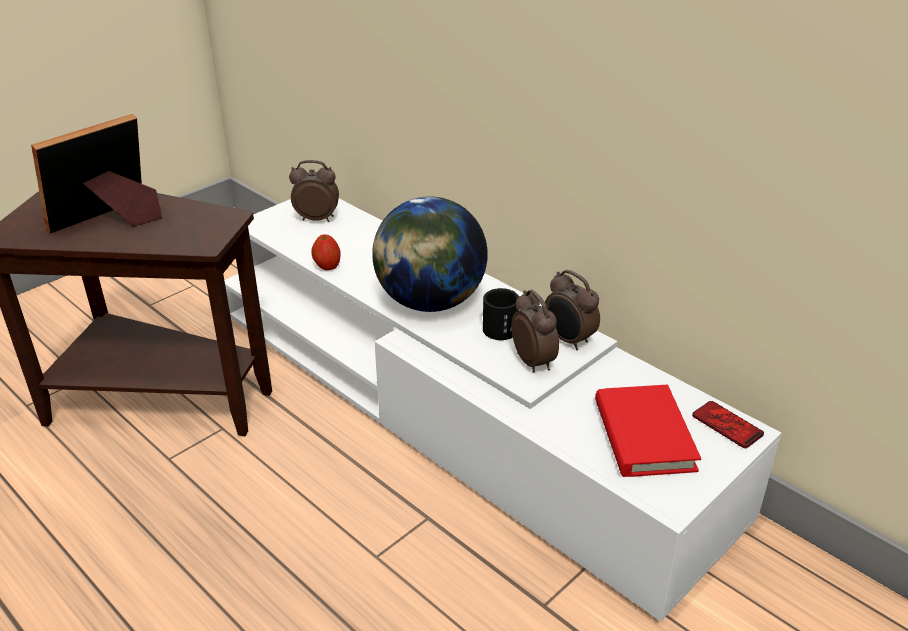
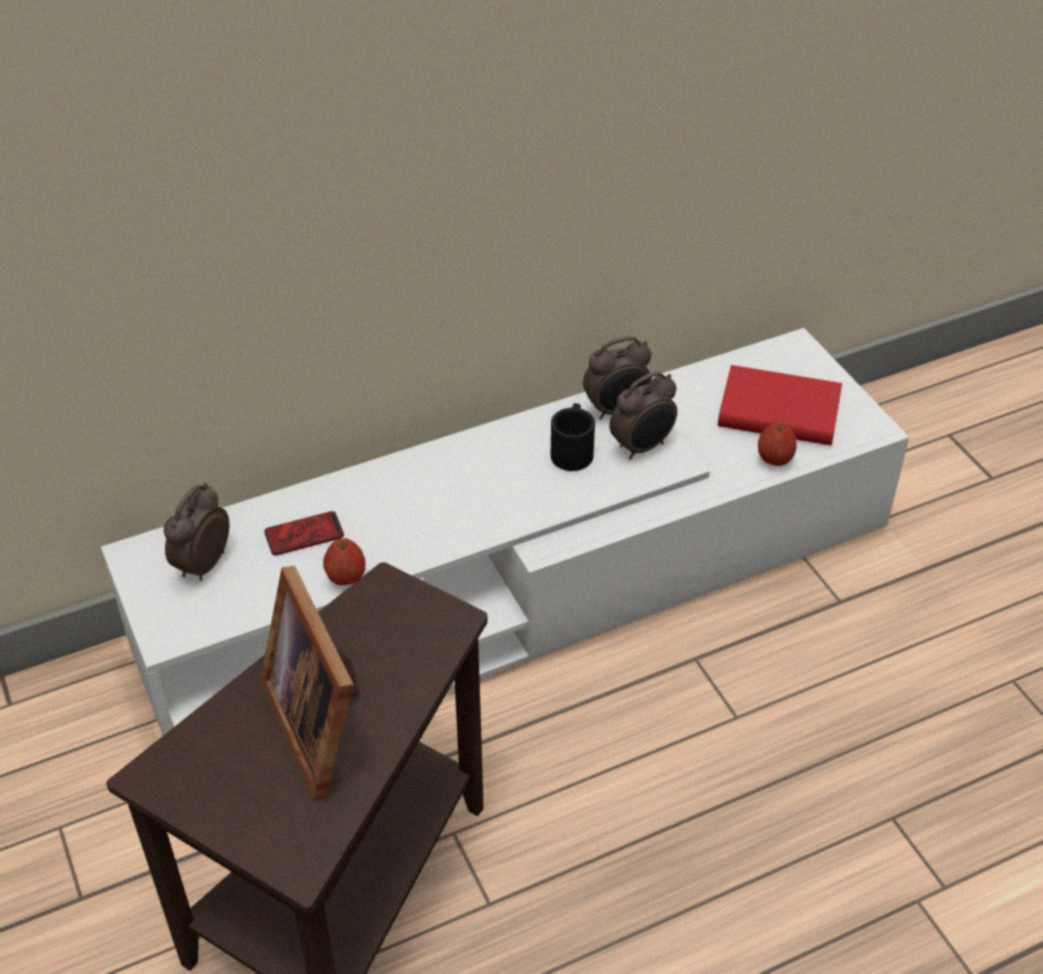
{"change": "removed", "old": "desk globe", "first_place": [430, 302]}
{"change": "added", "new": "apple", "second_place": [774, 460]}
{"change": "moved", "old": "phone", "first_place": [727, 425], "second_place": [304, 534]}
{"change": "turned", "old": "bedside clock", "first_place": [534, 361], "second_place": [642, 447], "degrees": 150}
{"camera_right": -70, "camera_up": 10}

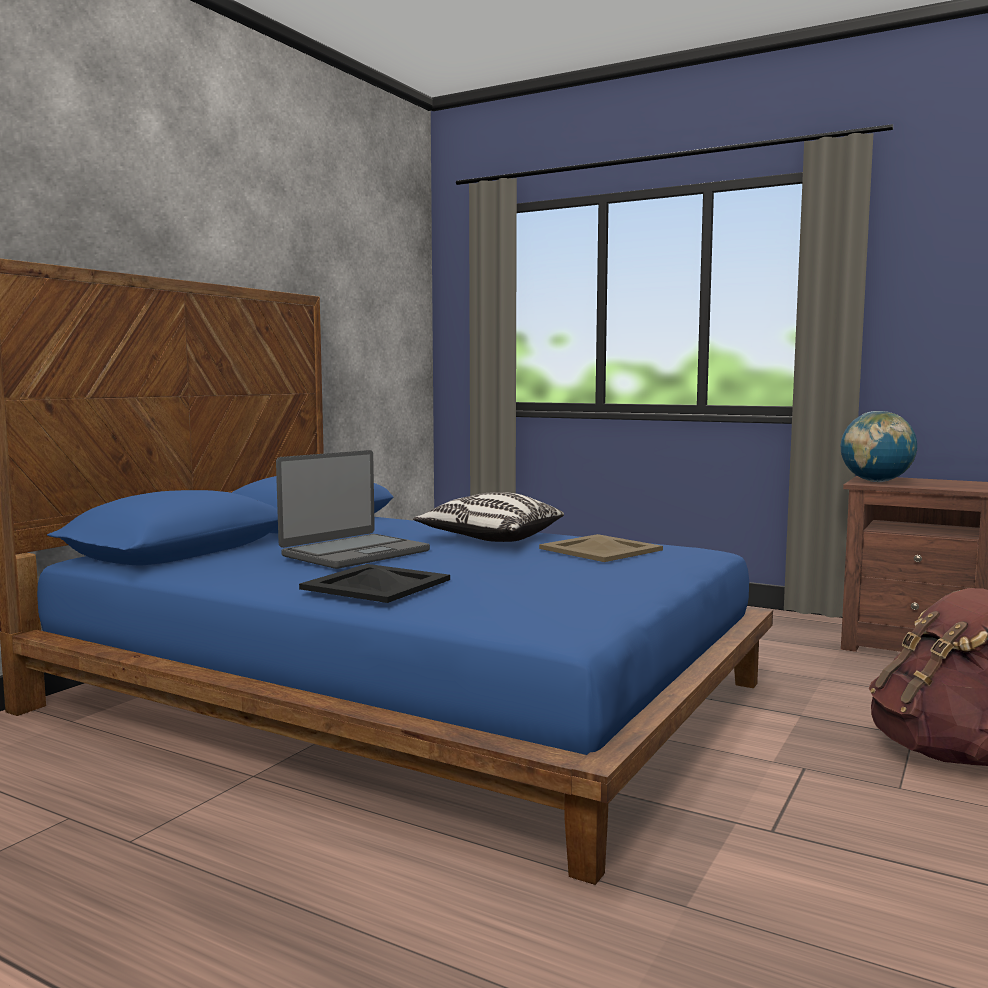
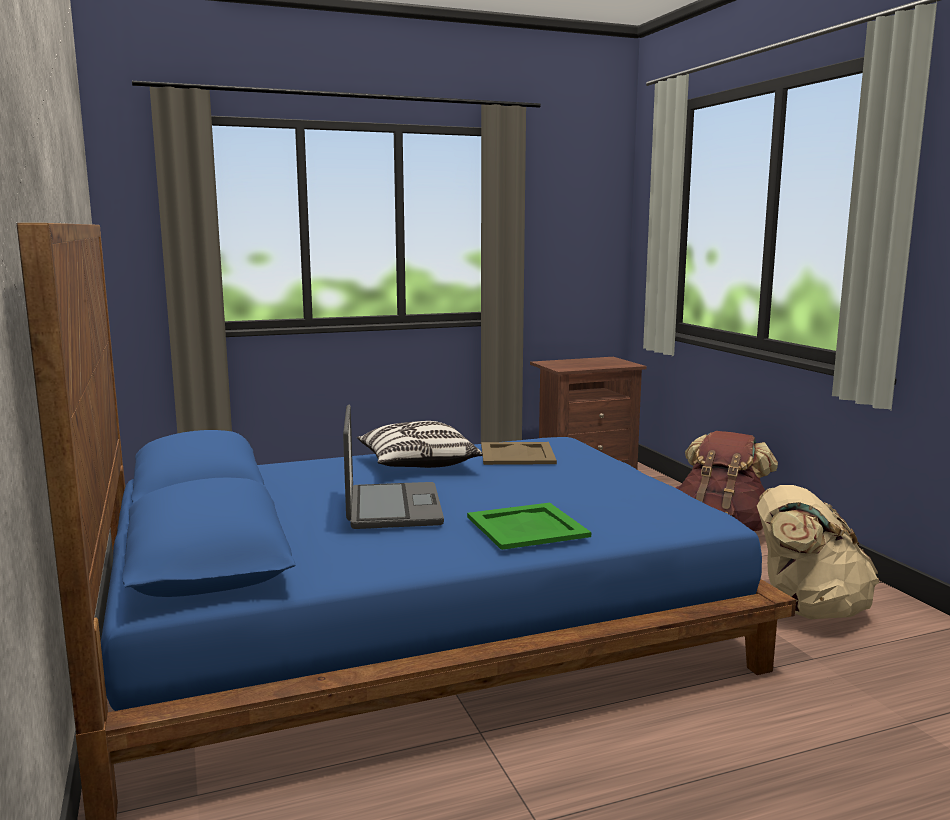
{"change": "removed", "old": "desk globe", "first_place": [876, 481]}
{"change": "added", "new": "rucksack in beige-coloured", "second_place": [807, 608]}
{"change": "recoloured", "old": "carrying tray in blackish", "new": "carrying tray in greenish", "first_place": [376, 584], "second_place": [526, 526]}
{"camera_right": -50, "camera_up": 5}

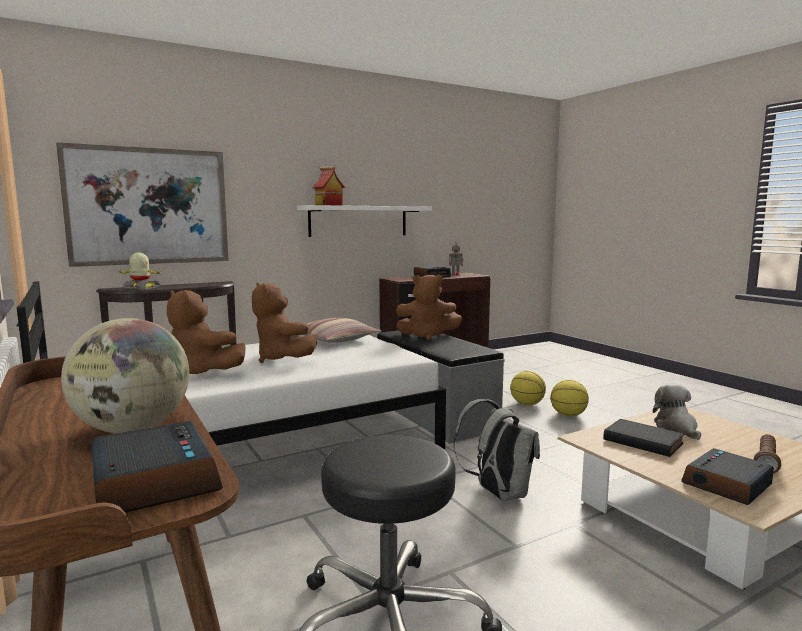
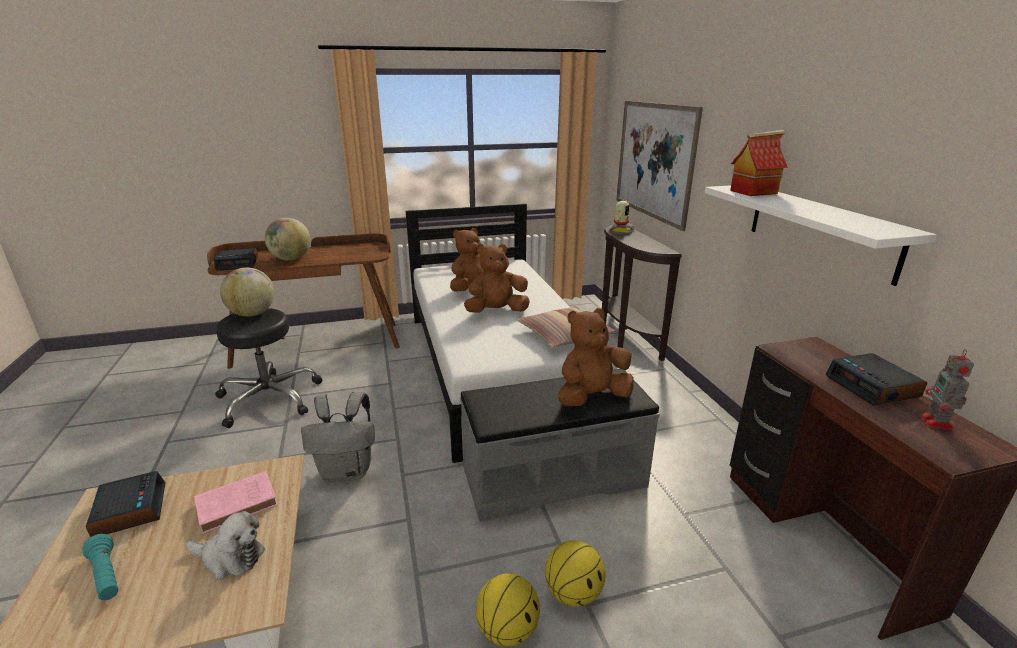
{"change": "added", "new": "desk globe", "second_place": [252, 314]}
{"change": "recoloured", "old": "book in blackish", "new": "book in pink", "first_place": [640, 441], "second_place": [239, 503]}
{"change": "recoloured", "old": "flashlight in brown-coloured", "new": "flashlight in blue-green", "first_place": [766, 462], "second_place": [106, 576]}
{"change": "turned", "old": "cuddly toy in brown-coloured", "first_place": [427, 336], "second_place": [592, 397], "degrees": 45}
{"camera_right": 105, "camera_up": 15}

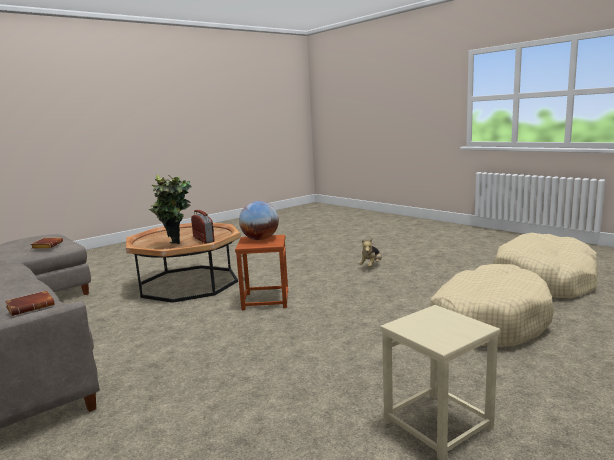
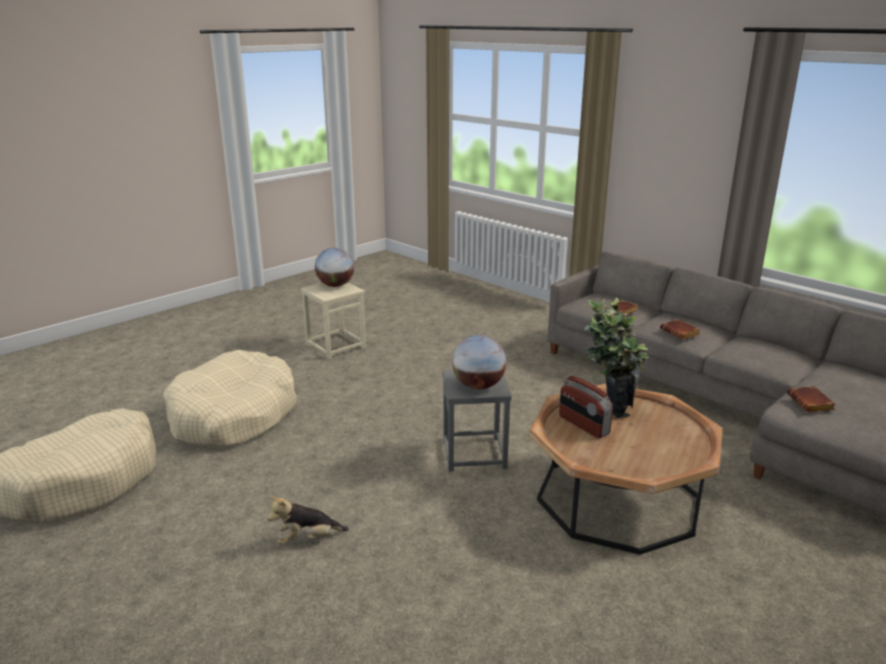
{"change": "added", "new": "desk globe", "second_place": [335, 285]}
{"change": "added", "new": "book in brown-coloured", "second_place": [681, 332]}
{"change": "recoloured", "old": "sitting stool in brown-coloured", "new": "sitting stool in gray", "first_place": [265, 300], "second_place": [475, 454]}
{"change": "turned", "old": "cuddly toy", "first_place": [371, 266], "second_place": [308, 539], "degrees": -135}
{"camera_right": 175, "camera_up": 10}

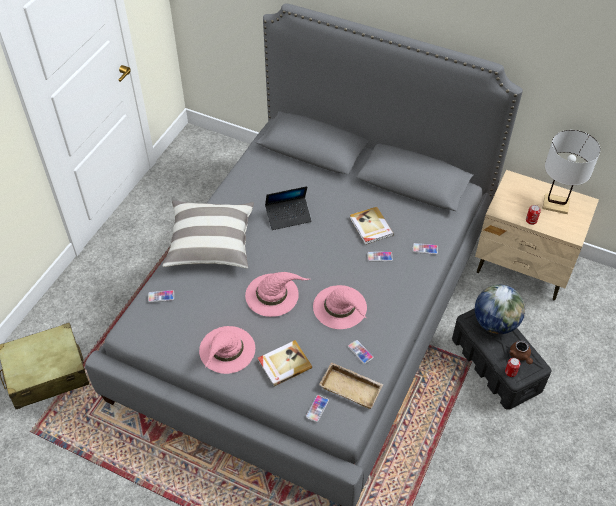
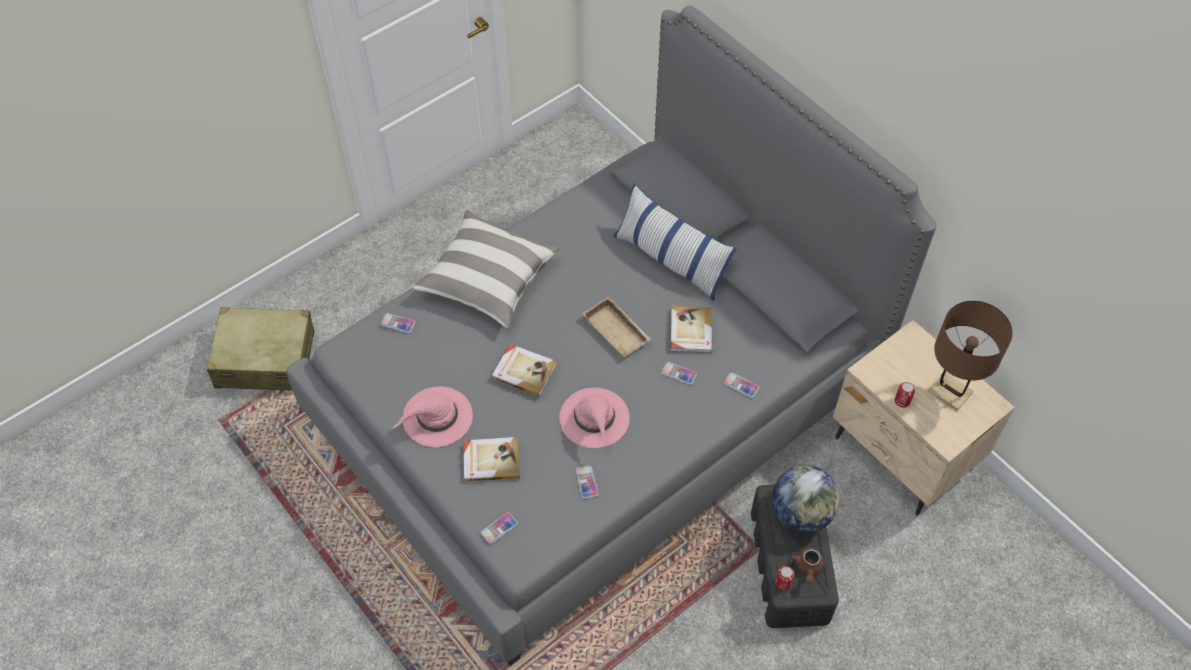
{"change": "removed", "old": "notebook computer", "first_place": [288, 216]}
{"change": "added", "new": "throw pillow", "second_place": [671, 259]}
{"change": "moved", "old": "carrying tray in beige-coloured", "first_place": [352, 387], "second_place": [618, 331]}
{"change": "replaced", "old": "hat in pink", "new": "book", "first_place": [273, 294], "second_place": [524, 371]}
{"change": "recoloured", "old": "lamp for a table in white", "new": "lamp for a table in brown-coloured", "first_place": [555, 204], "second_place": [949, 392]}
{"camera_right": 25, "camera_up": 5}

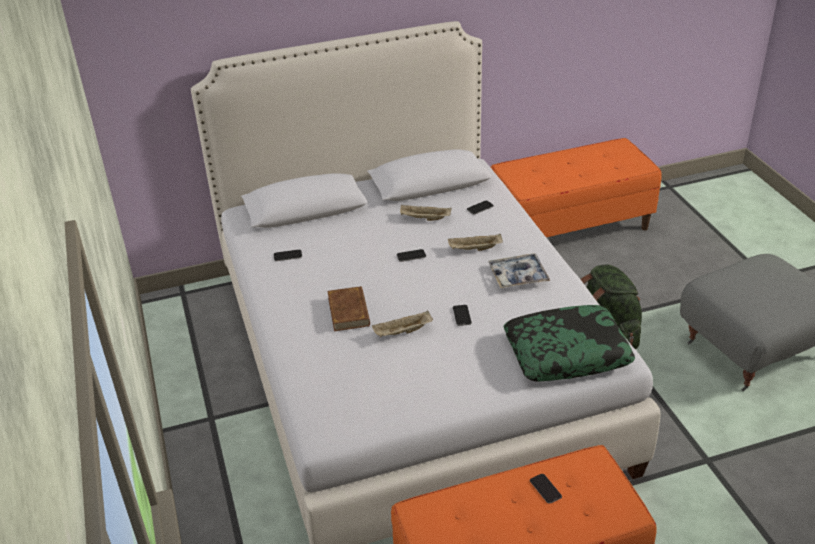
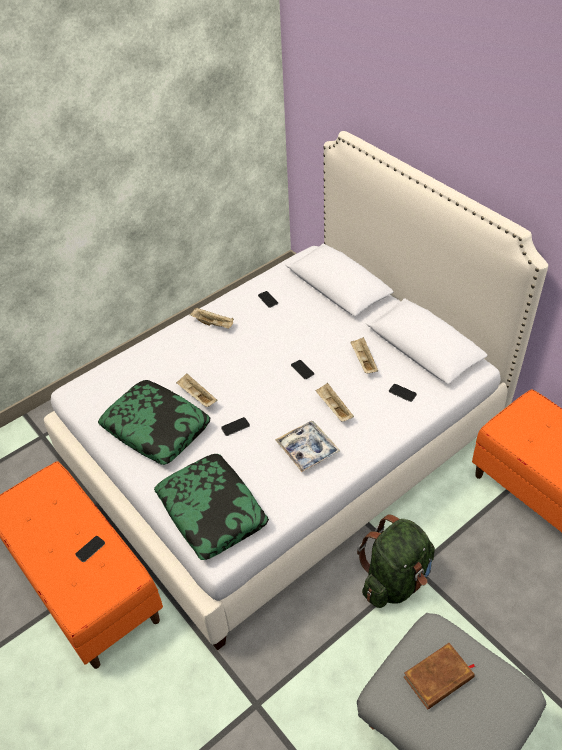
{"change": "added", "new": "throw pillow", "second_place": [156, 428]}
{"change": "added", "new": "carrying tray in beige-coloured", "second_place": [213, 324]}
{"change": "moved", "old": "book in brown-coloured", "first_place": [349, 311], "second_place": [439, 678]}
{"camera_right": 70, "camera_up": 10}

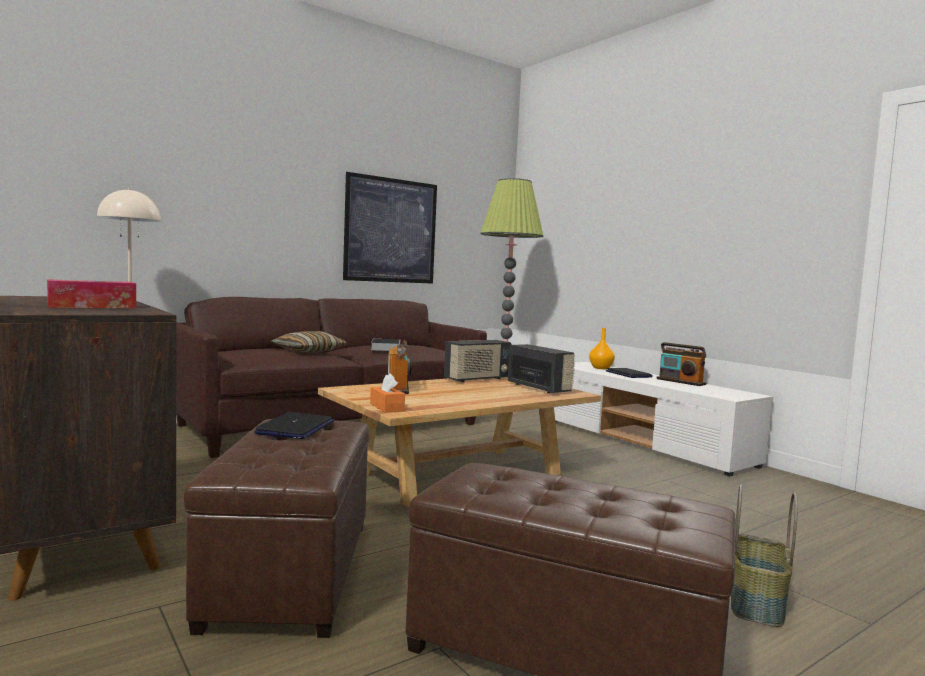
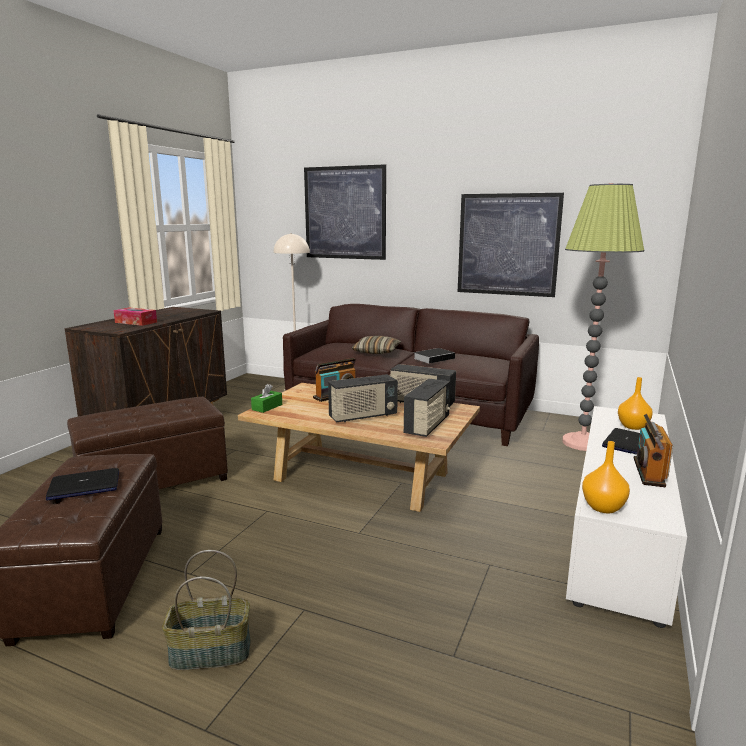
{"change": "added", "new": "wall picture", "second_place": [345, 213]}
{"change": "added", "new": "radio receiver", "second_place": [363, 416]}
{"change": "added", "new": "flower vase in orange-coloured", "second_place": [602, 507]}
{"change": "moved", "old": "notebook computer", "first_place": [295, 428], "second_place": [84, 486]}
{"change": "recoloured", "old": "box of tissues in orange-coloured", "new": "box of tissues in greenish", "first_place": [386, 407], "second_place": [267, 407]}
{"camera_right": 60, "camera_up": 10}

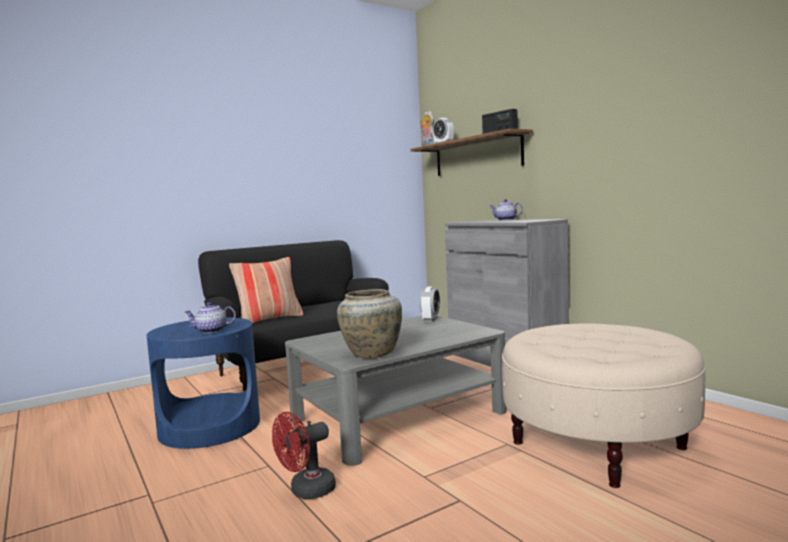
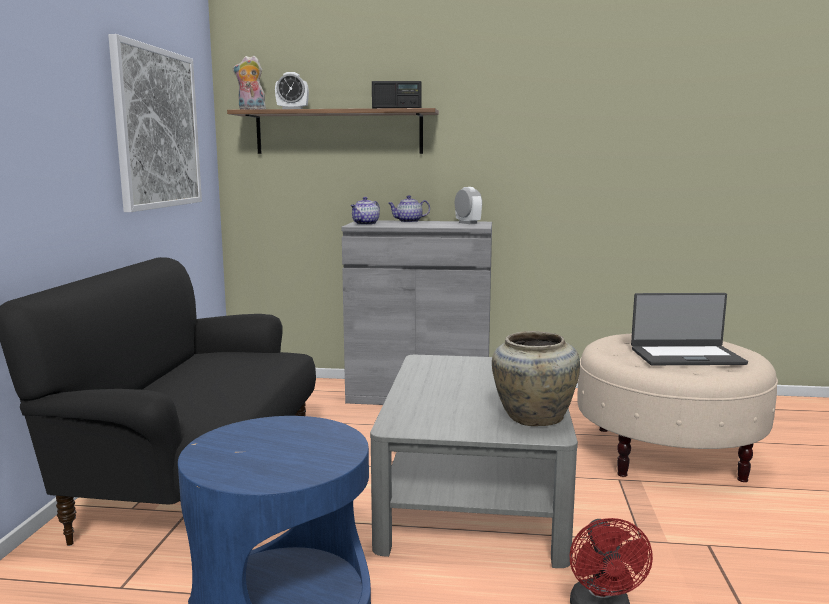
{"change": "removed", "old": "throw pillow", "first_place": [269, 319]}
{"change": "added", "new": "wall picture", "second_place": [157, 128]}
{"change": "added", "new": "notebook computer", "second_place": [686, 356]}
{"change": "moved", "old": "teapot", "first_place": [211, 331], "second_place": [365, 224]}
{"change": "moved", "old": "bedside clock", "first_place": [430, 319], "second_place": [467, 223]}
{"camera_right": -50, "camera_up": 5}

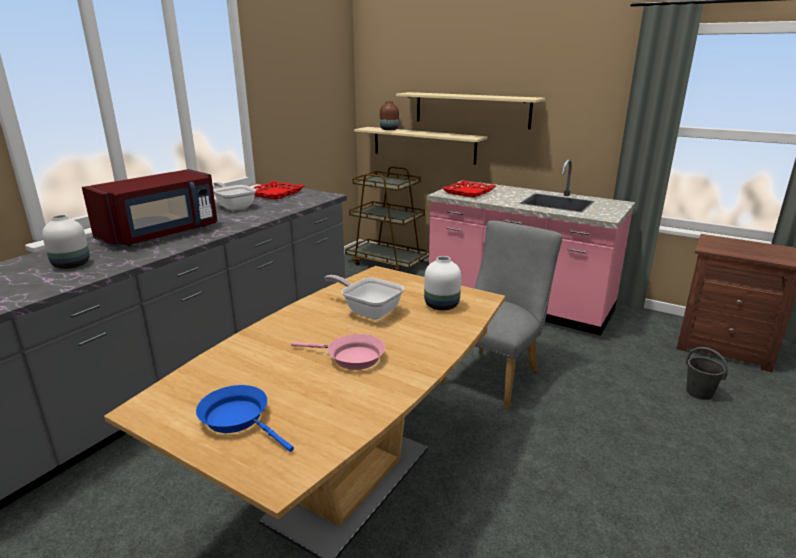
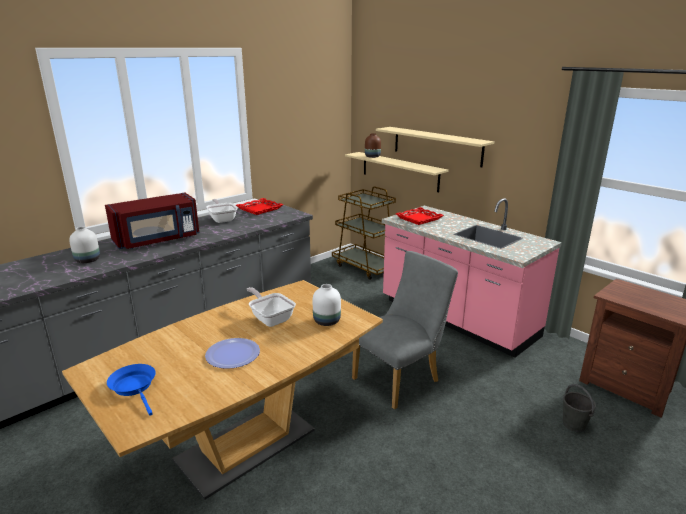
{"change": "replaced", "old": "frying pan in pink", "new": "plate", "first_place": [351, 357], "second_place": [233, 354]}
{"camera_right": 15, "camera_up": 0}

